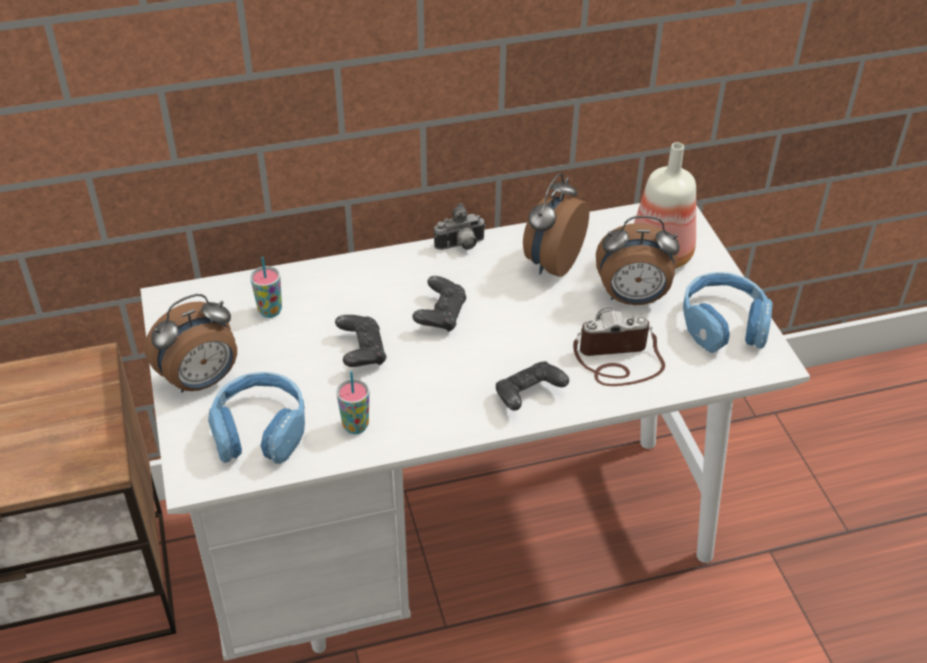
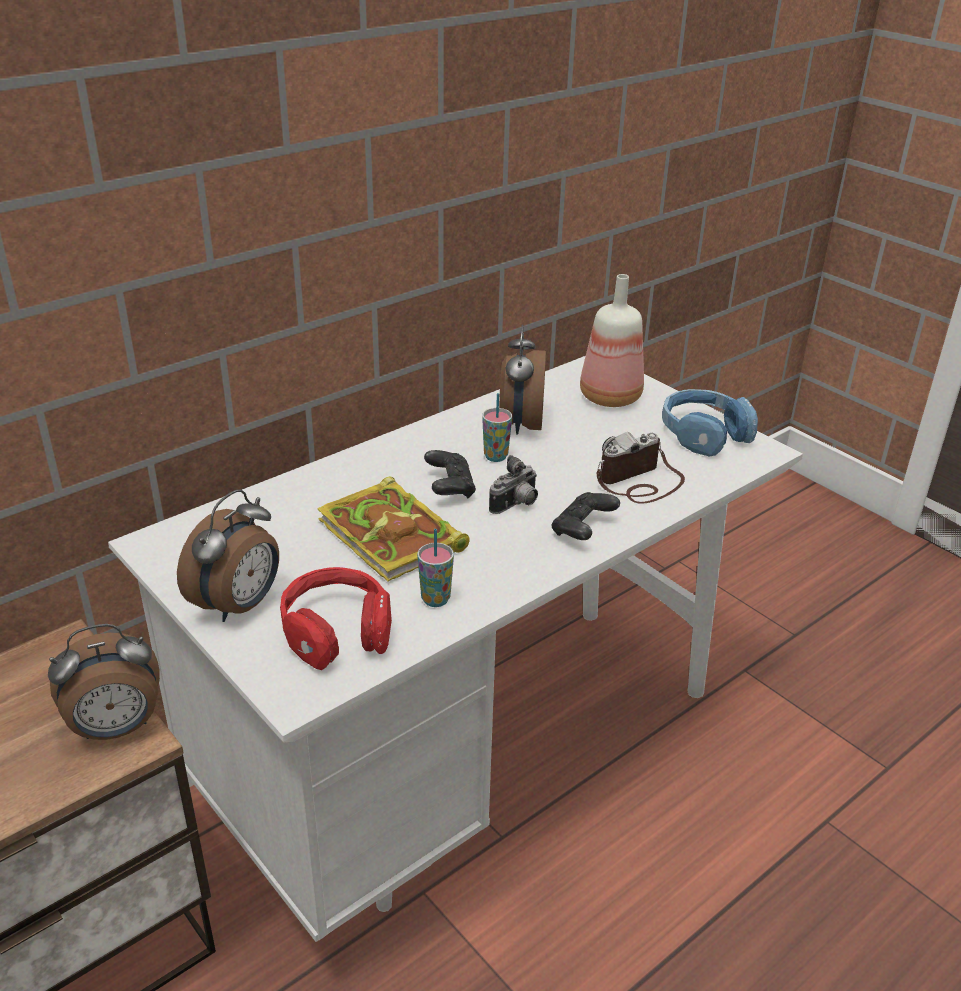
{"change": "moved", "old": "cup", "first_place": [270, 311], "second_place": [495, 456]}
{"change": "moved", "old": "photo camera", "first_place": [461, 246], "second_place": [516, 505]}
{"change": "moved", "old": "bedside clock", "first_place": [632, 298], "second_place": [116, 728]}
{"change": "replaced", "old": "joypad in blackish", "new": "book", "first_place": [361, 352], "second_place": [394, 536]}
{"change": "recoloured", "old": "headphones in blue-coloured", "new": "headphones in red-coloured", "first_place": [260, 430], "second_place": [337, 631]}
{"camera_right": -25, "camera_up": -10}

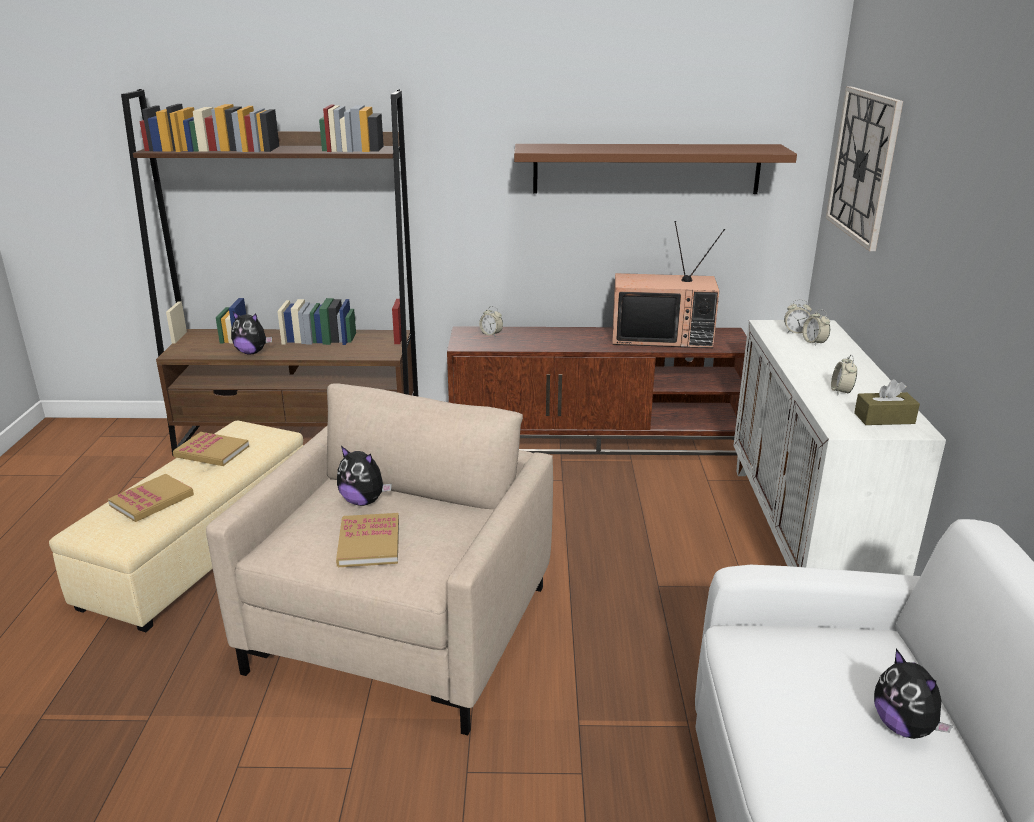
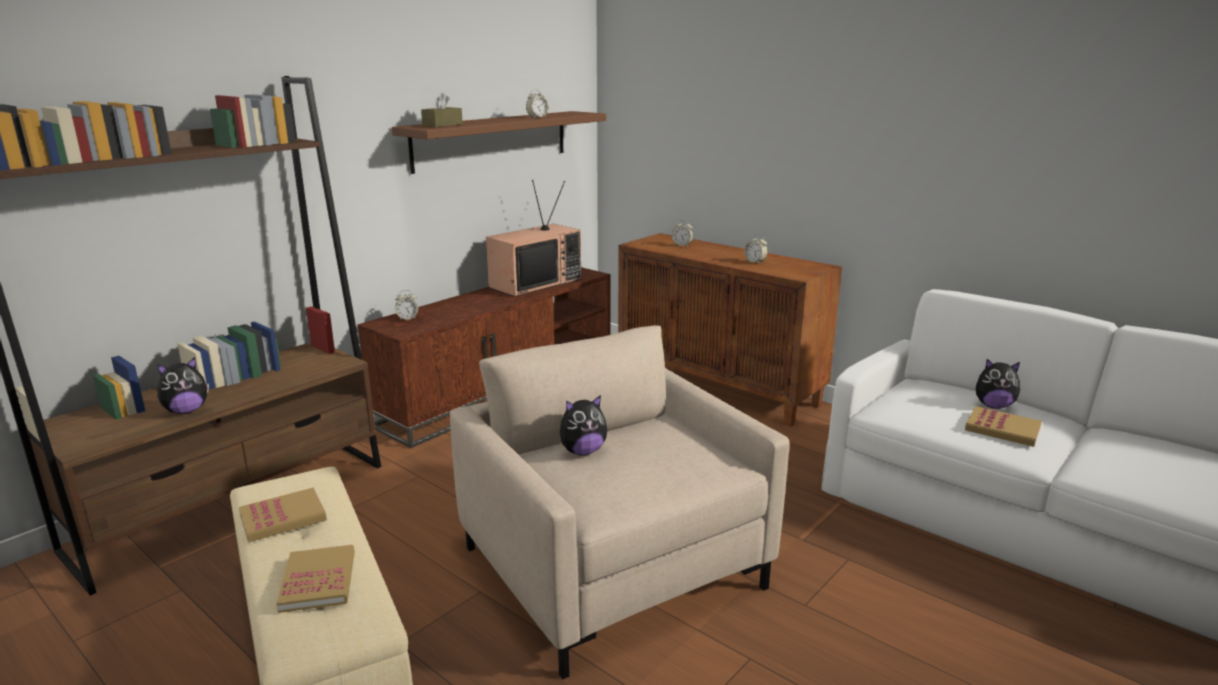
{"change": "removed", "old": "clock on the wall", "first_place": [863, 165]}
{"change": "moved", "old": "book", "first_place": [369, 543], "second_place": [1002, 429]}
{"change": "moved", "old": "bedside clock", "first_place": [795, 332], "second_place": [537, 118]}
{"change": "moved", "old": "box of tissues in brown-coloured", "first_place": [884, 418], "second_place": [442, 125]}
{"change": "recoloured", "old": "cupboard in white", "new": "cupboard in brown-coloured", "first_place": [805, 538], "second_place": [719, 387]}
{"camera_right": -50, "camera_up": -5}

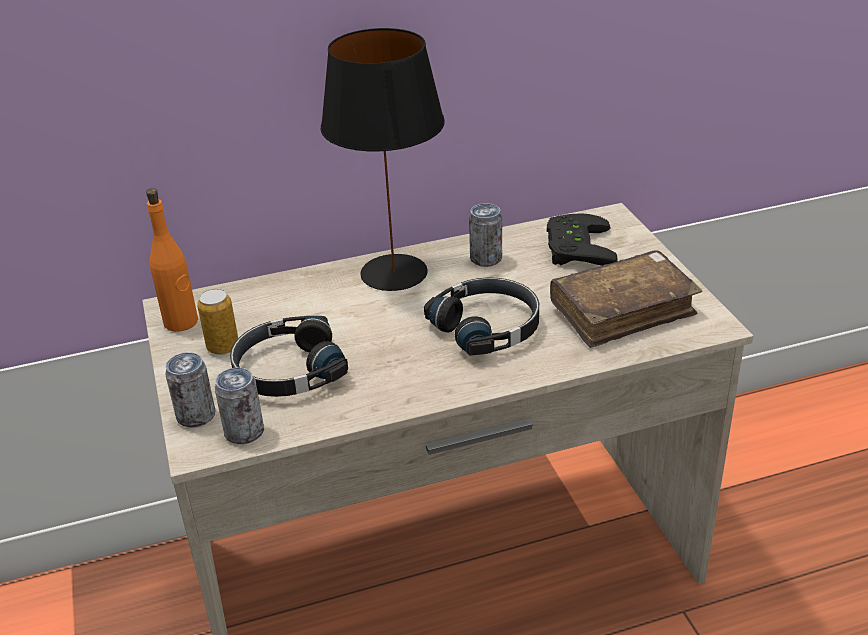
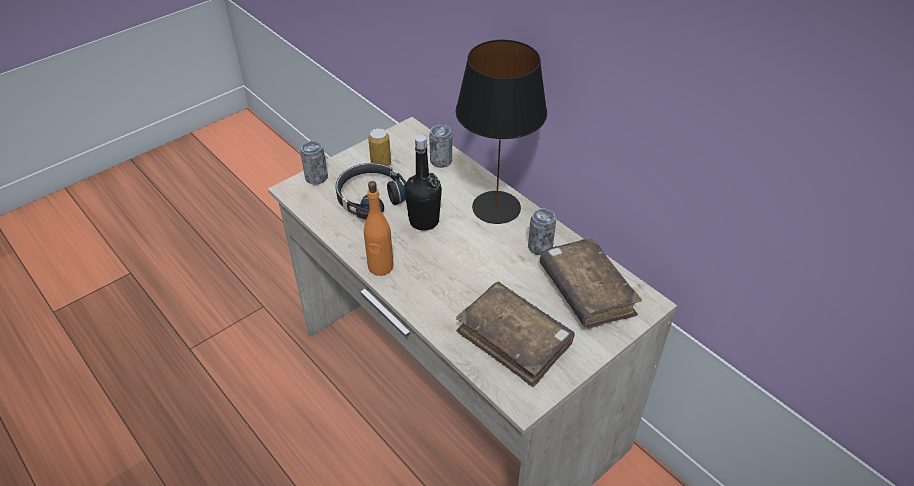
{"change": "removed", "old": "headphones in blackish", "first_place": [488, 327]}
{"change": "added", "new": "drink bottle in blackish", "second_place": [424, 221]}
{"change": "moved", "old": "drink bottle in orange-coloured", "first_place": [181, 322], "second_place": [380, 267]}
{"change": "moved", "old": "metal can", "first_place": [244, 432], "second_place": [441, 161]}
{"change": "replaced", "old": "joypad in blackish", "new": "book in brown-coloured", "first_place": [574, 247], "second_place": [586, 291]}
{"camera_right": 65, "camera_up": 10}

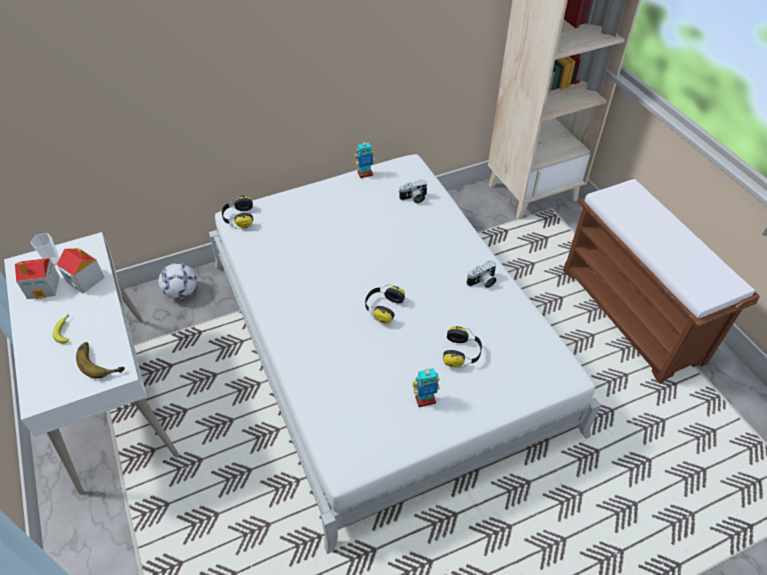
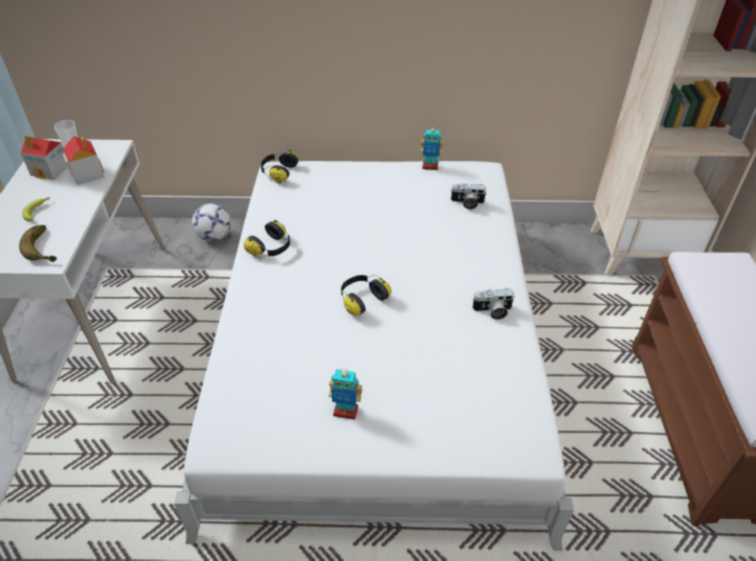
{"change": "moved", "old": "headphones", "first_place": [462, 353], "second_place": [271, 248]}
{"camera_right": 25, "camera_up": -5}

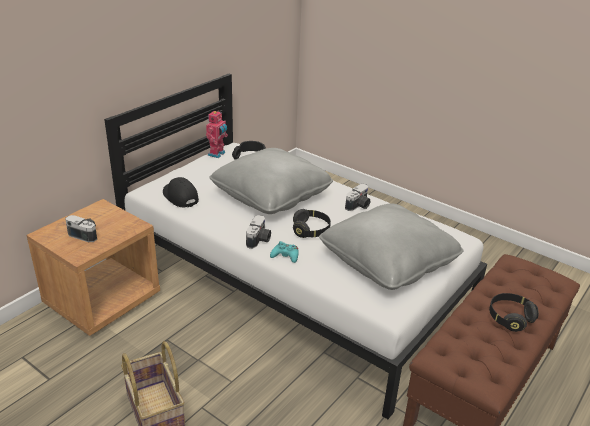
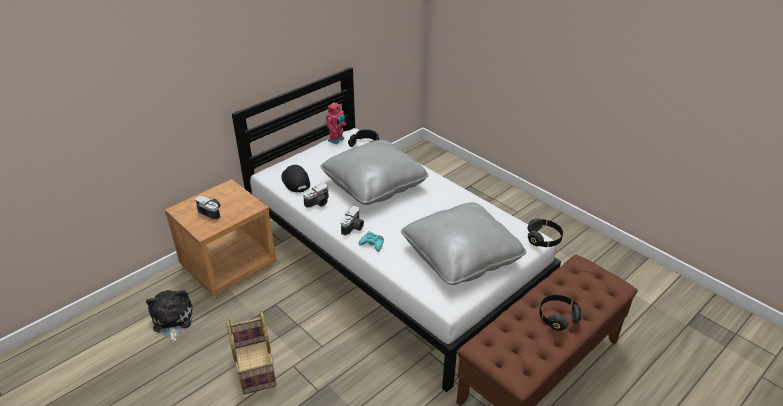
{"change": "added", "new": "cuddly toy", "second_place": [172, 320]}
{"change": "moved", "old": "headphones in blackish", "first_place": [311, 230], "second_place": [543, 239]}
{"change": "moved", "old": "photo camera", "first_place": [359, 206], "second_place": [318, 203]}
{"camera_right": 10, "camera_up": 5}

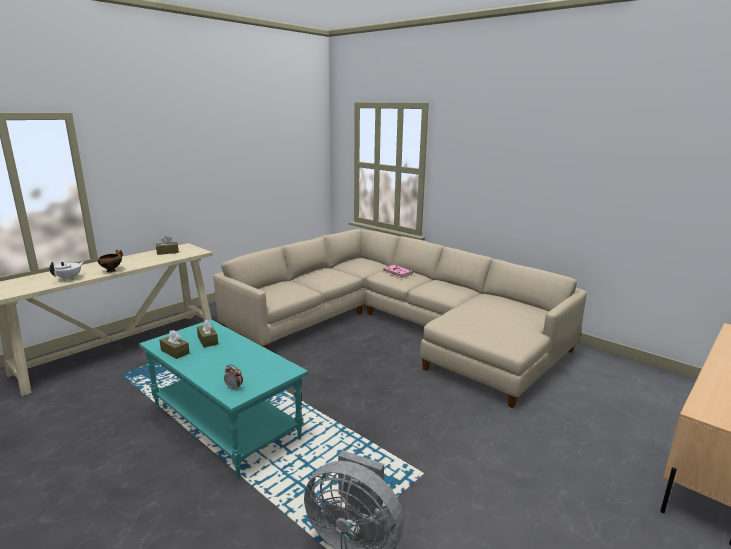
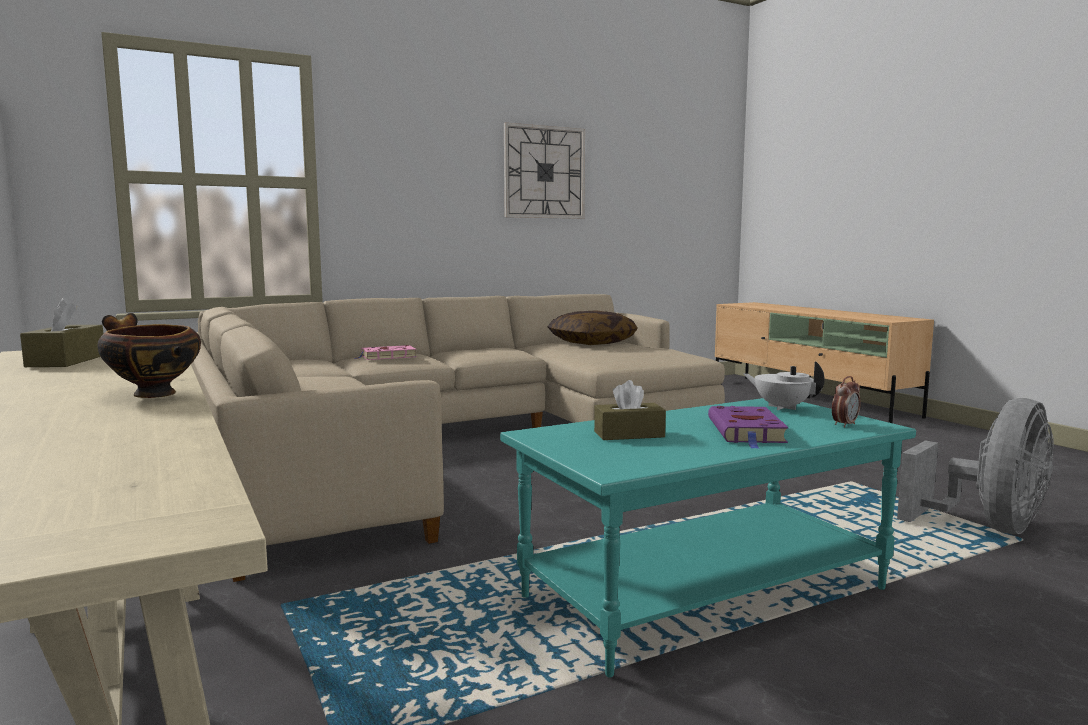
{"change": "removed", "old": "box of tissues in brown-coloured", "first_place": [175, 352]}
{"change": "added", "new": "clock on the wall", "second_place": [544, 172]}
{"change": "added", "new": "throw pillow", "second_place": [592, 342]}
{"change": "added", "new": "book in purplish", "second_place": [747, 432]}
{"change": "moved", "old": "teapot in white", "first_place": [69, 278], "second_place": [782, 407]}
{"camera_right": -70, "camera_up": -10}

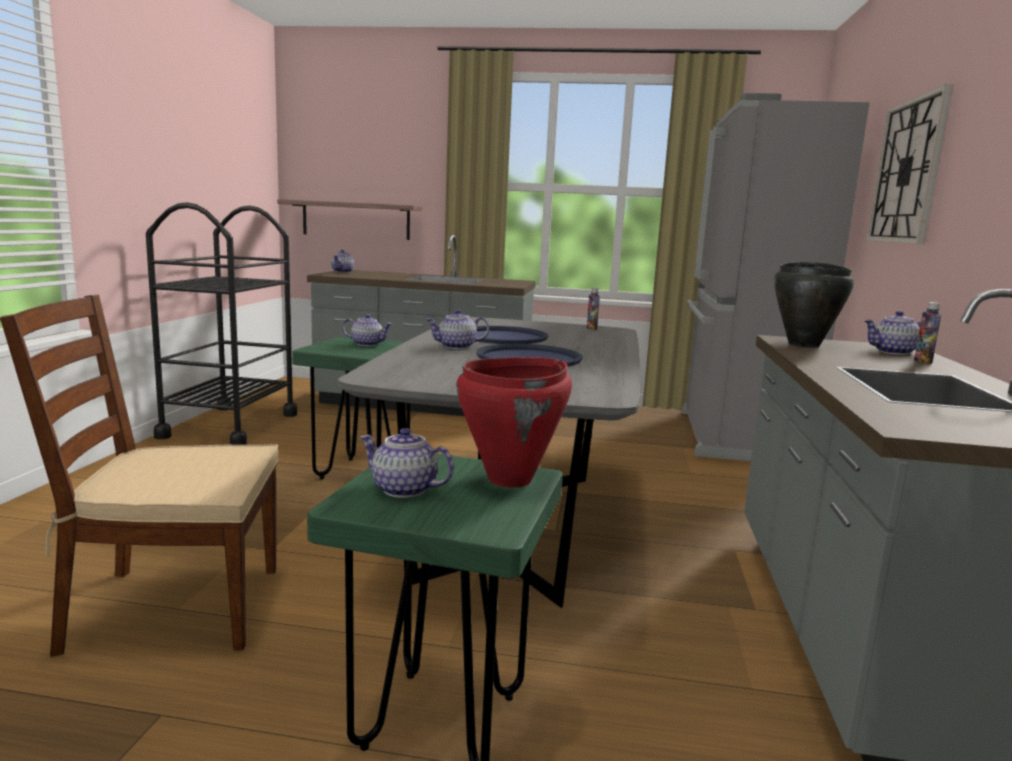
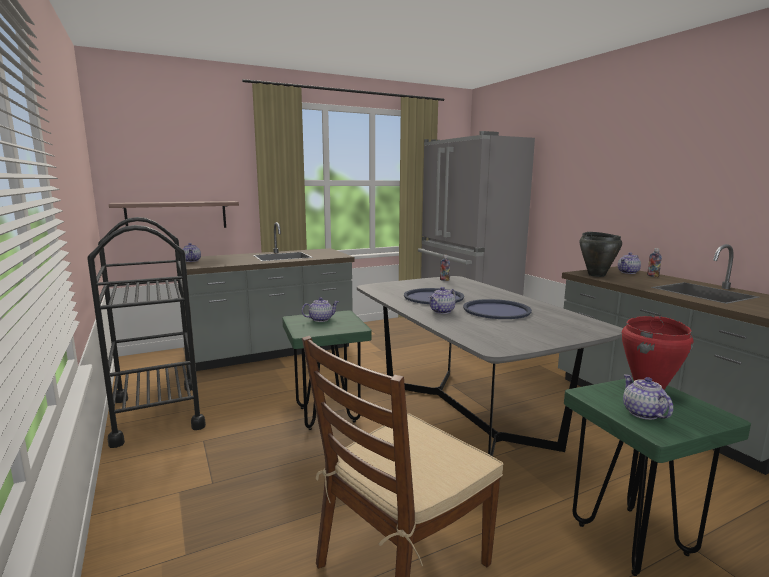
{"change": "removed", "old": "clock on the wall", "first_place": [907, 171]}
{"change": "turned", "old": "teapot", "first_place": [403, 489], "second_place": [642, 413], "degrees": 90}
{"camera_right": -35, "camera_up": 0}

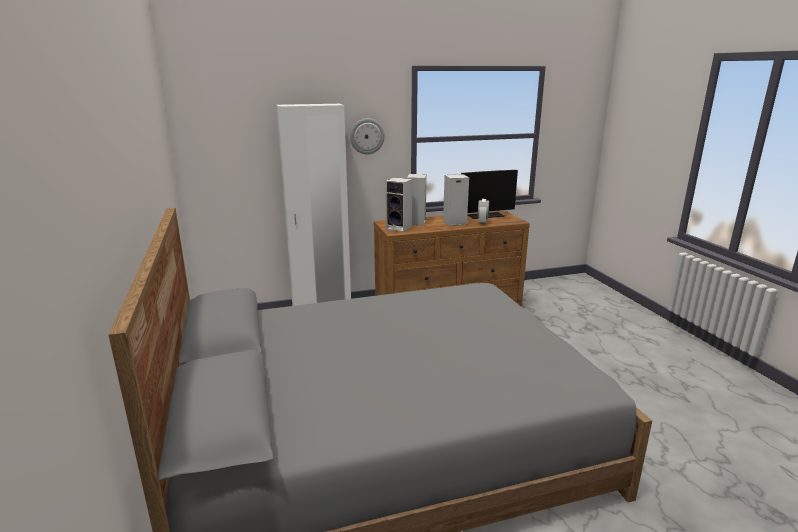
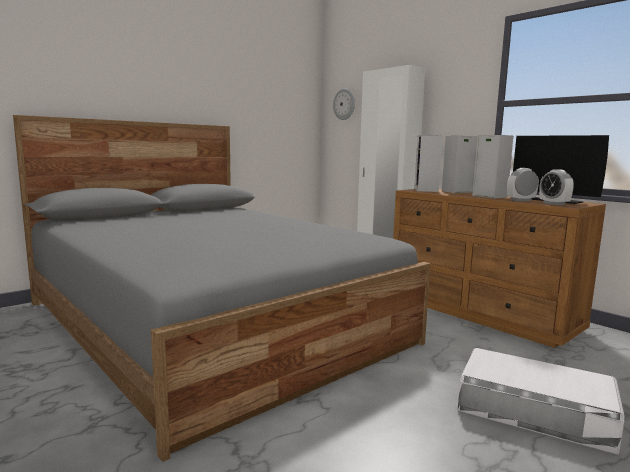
{"change": "added", "new": "storage container in white", "second_place": [534, 410]}
{"change": "added", "new": "bedside clock", "second_place": [554, 204]}
{"change": "moved", "old": "clock on the wall", "first_place": [367, 136], "second_place": [344, 104]}
{"camera_right": 65, "camera_up": -10}

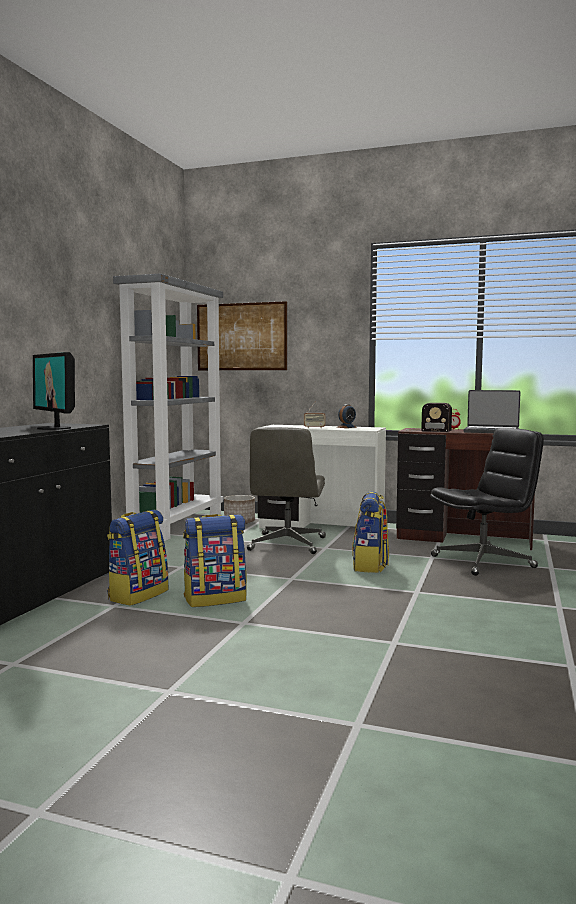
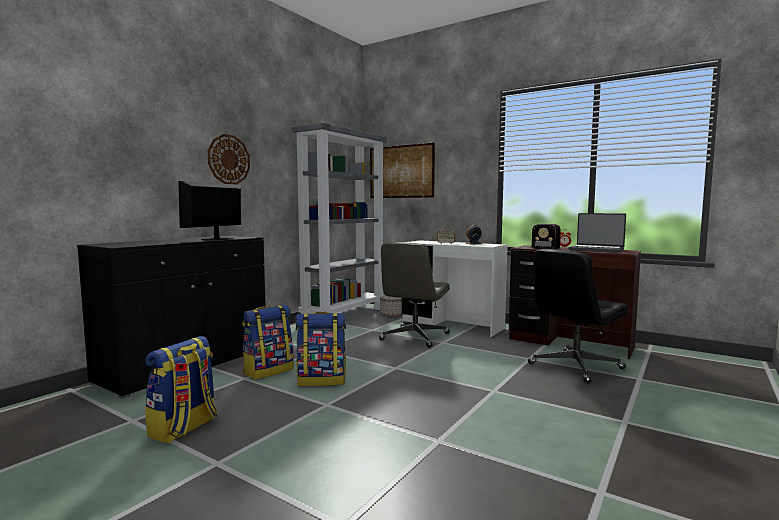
{"change": "added", "new": "clock on the wall", "second_place": [229, 159]}
{"change": "moved", "old": "rucksack", "first_place": [370, 566], "second_place": [184, 428]}
{"change": "turned", "old": "computer screen", "first_place": [55, 428], "second_place": [215, 239], "degrees": 45}
{"change": "turned", "old": "computer chair in blackish", "first_place": [483, 562], "second_place": [575, 367], "degrees": 150}
{"camera_right": 15, "camera_up": 0}

